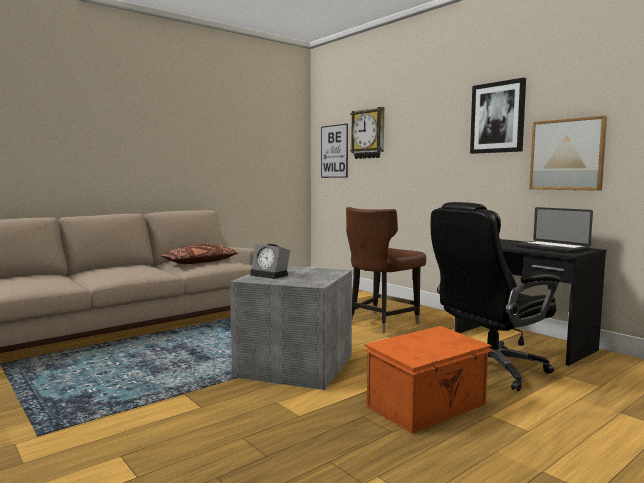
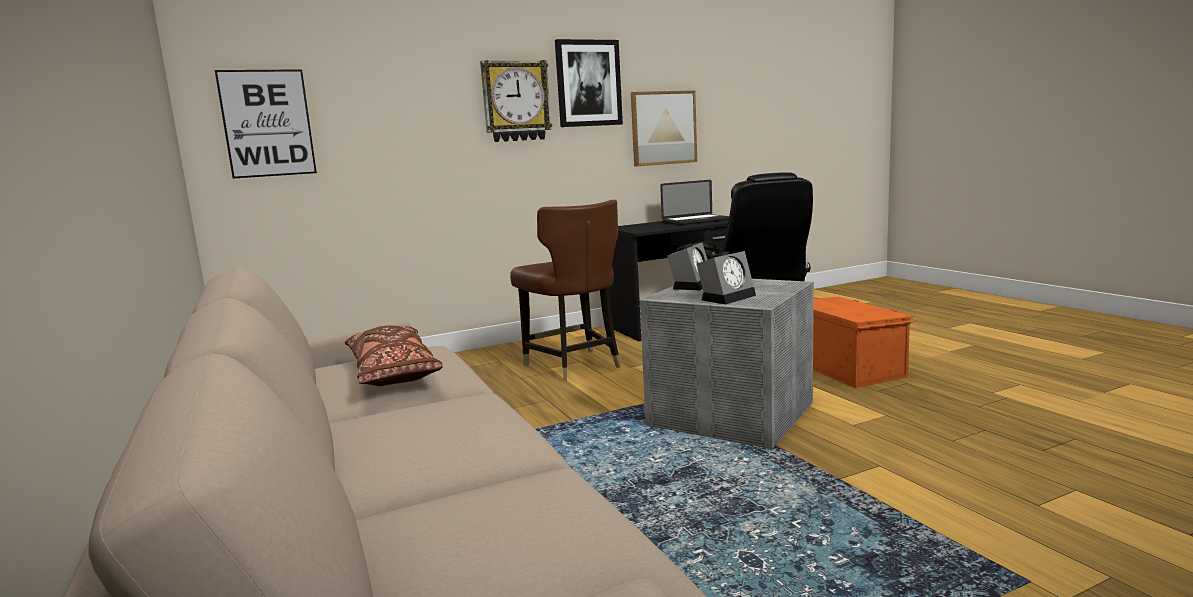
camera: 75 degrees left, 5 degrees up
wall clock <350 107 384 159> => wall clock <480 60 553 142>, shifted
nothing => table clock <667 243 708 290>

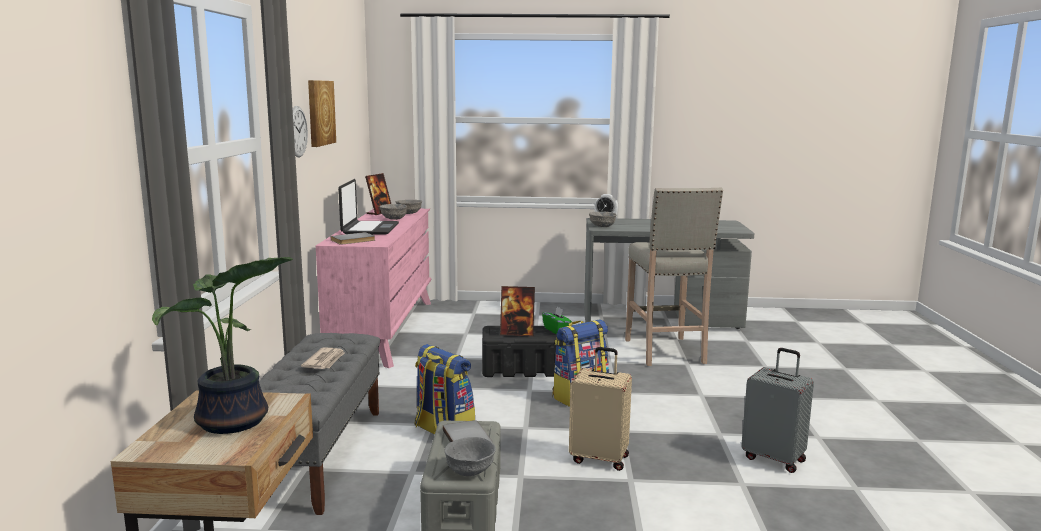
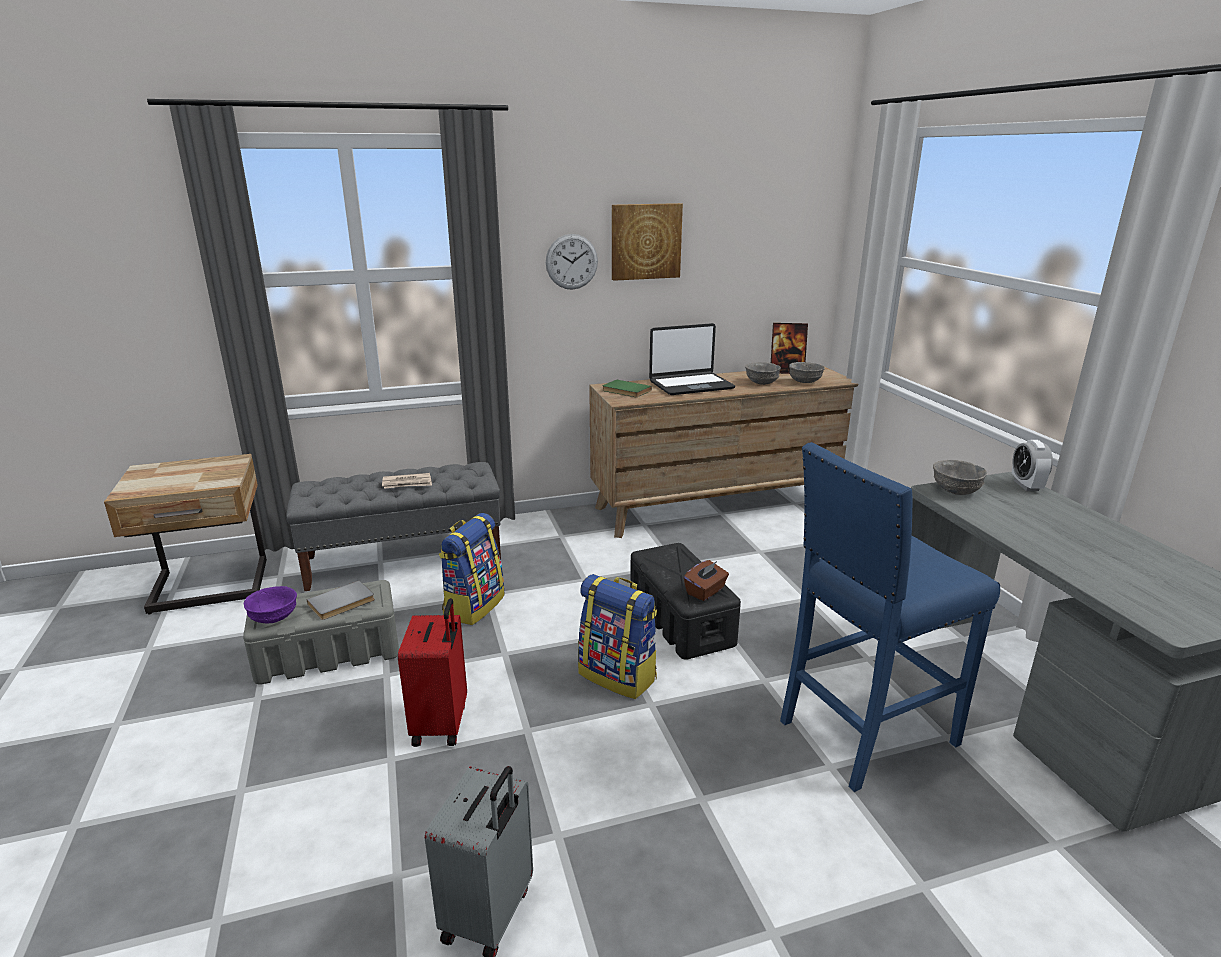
camera: 70 degrees right, 10 degrees up
houseplant <152 257 293 434> => nothing
pinkish dresser <316 208 432 368> => brownish dresser <589 367 858 538>
greyish bound book <331 232 375 245> => greenish bound book <602 380 652 397>
greyish deep dish <445 437 496 476> => purple-coloured deep dish <244 586 297 623>
photo frame <500 286 535 336> => nothing
greenish box of tissues <542 306 572 334> => brownish box of tissues <684 560 729 601>
beige piece of luggage <569 347 632 471> => reddish piece of luggage <398 598 467 747>
beige sitting stool <625 188 723 366> => blue-coloured sitting stool <780 442 1000 792>

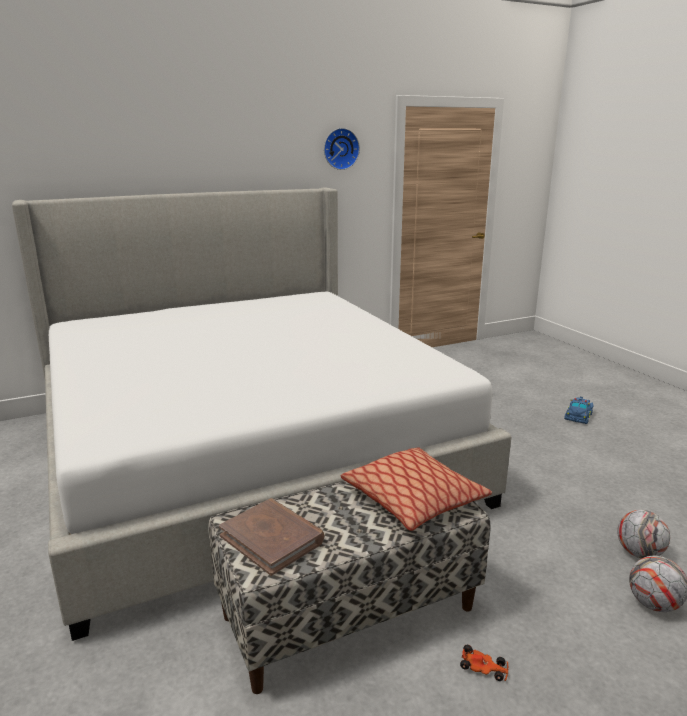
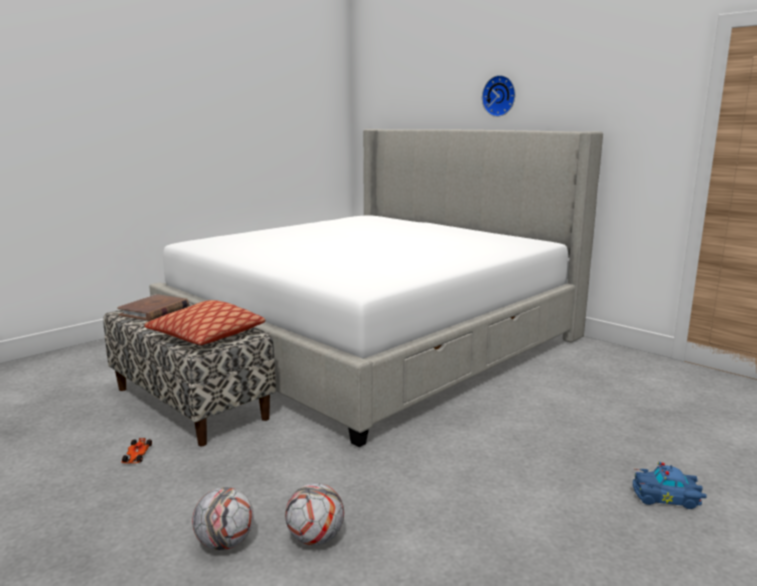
camera: 70 degrees right, 5 degrees down
wall clock <324 128 360 170> => wall clock <482 75 516 117>, shifted

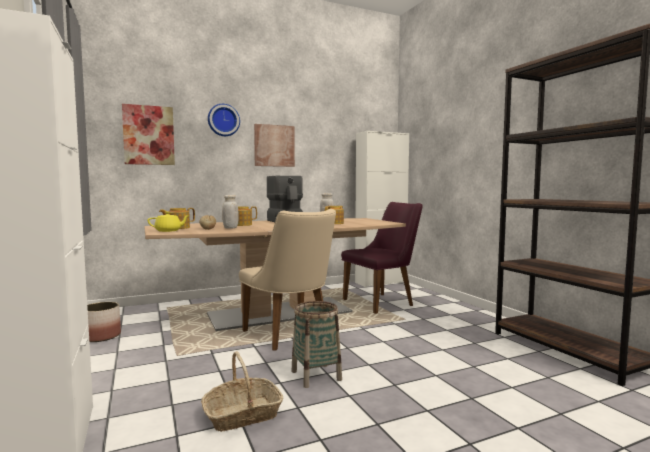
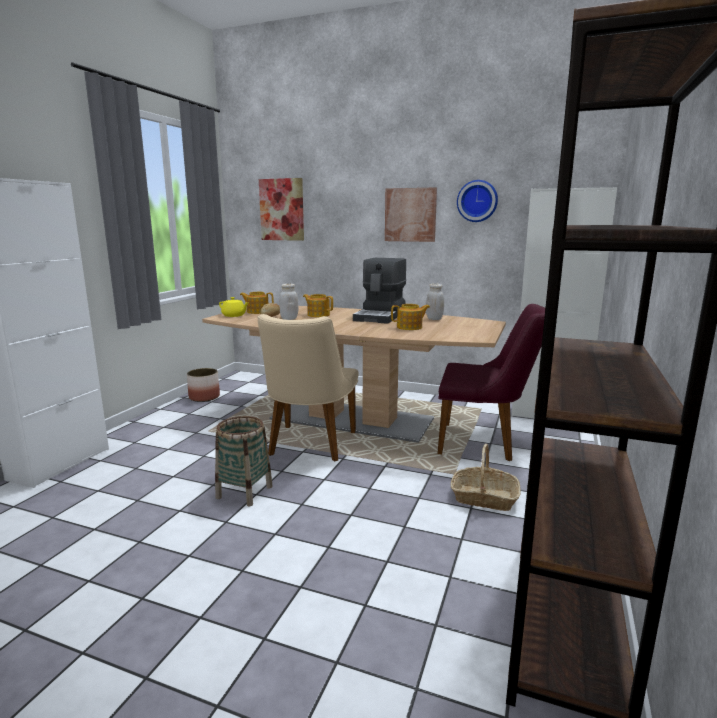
camera: 45 degrees right, 10 degrees up
basket <201 351 283 432> => basket <451 444 521 511>, shifted
wall clock <208 104 240 136> => wall clock <457 180 498 222>, shifted

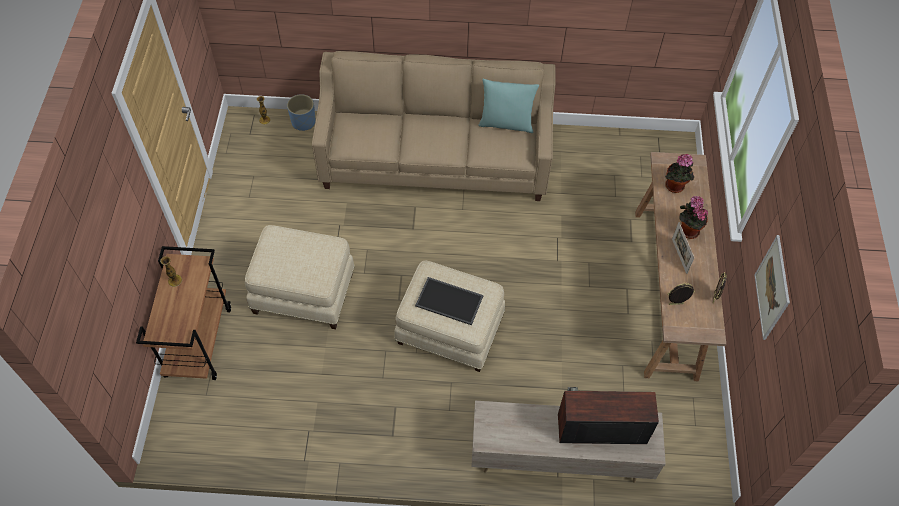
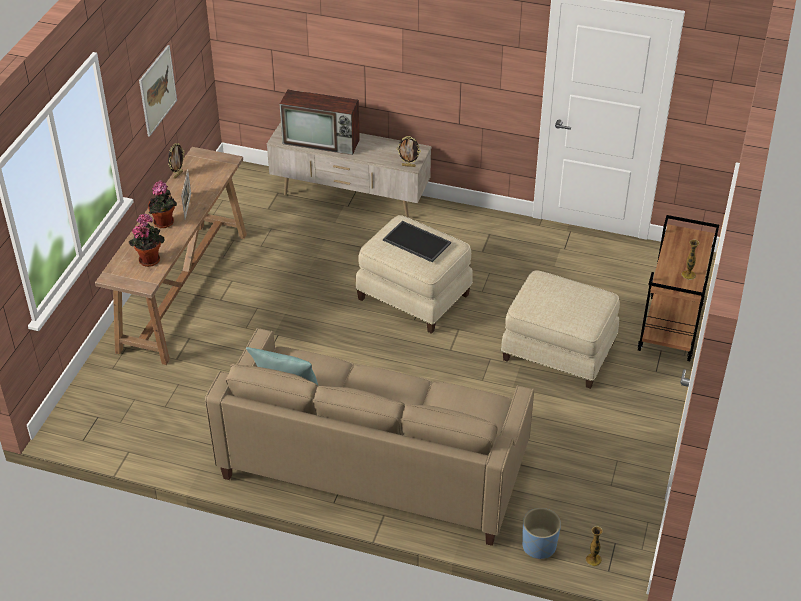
camera: 165 degrees left, 15 degrees down
photo frame <667 283 694 305> => photo frame <397 136 421 167>, shifted

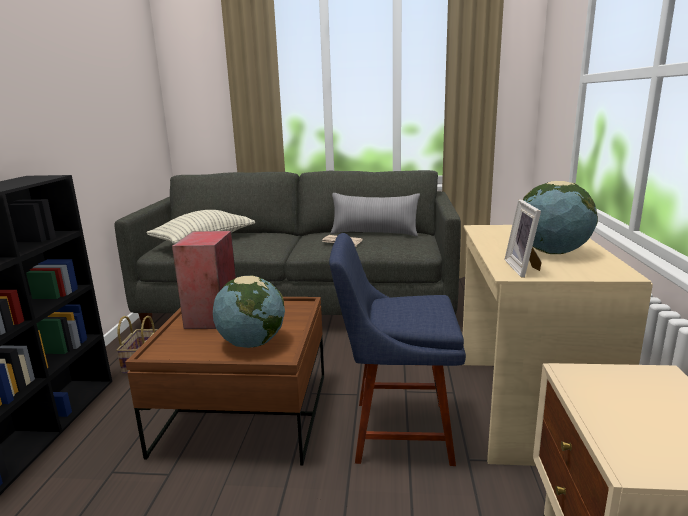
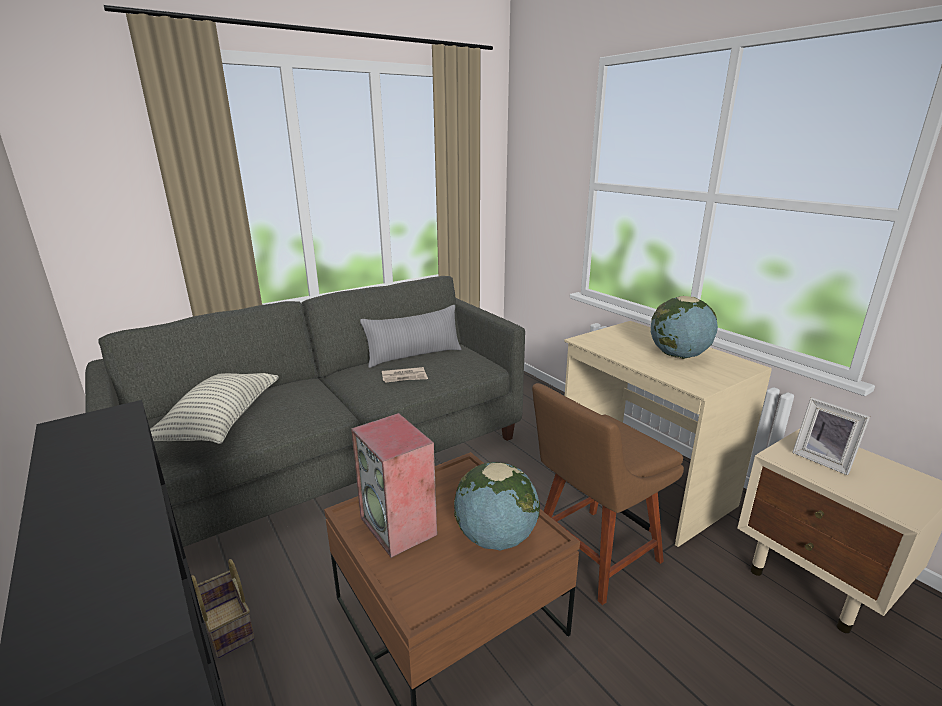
camera: 40 degrees left, 5 degrees up
blue-coloured upright chair <329 233 466 466> => brownish upright chair <532 383 684 605>
photo frame <504 199 542 278> => photo frame <792 397 870 475>, shifted

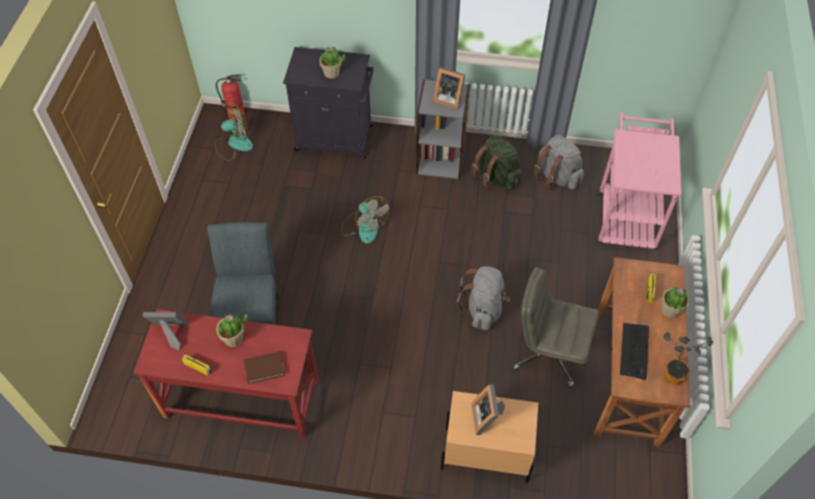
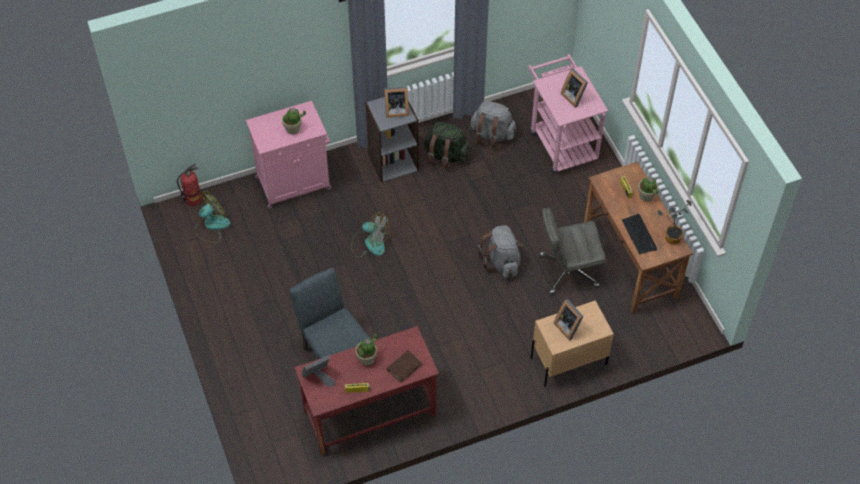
camera: 30 degrees left, 0 degrees up
black cabinet <283 47 374 159> => pinkish cabinet <246 101 332 208>
nothing => photo frame <561 69 588 108>

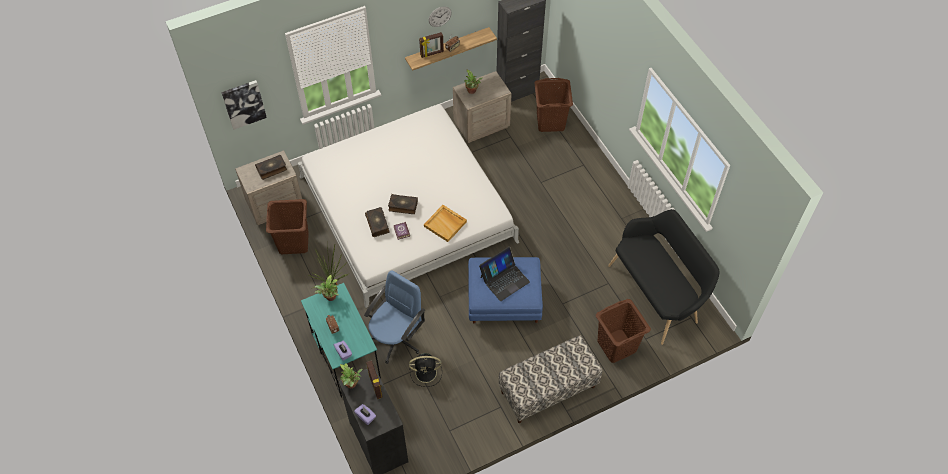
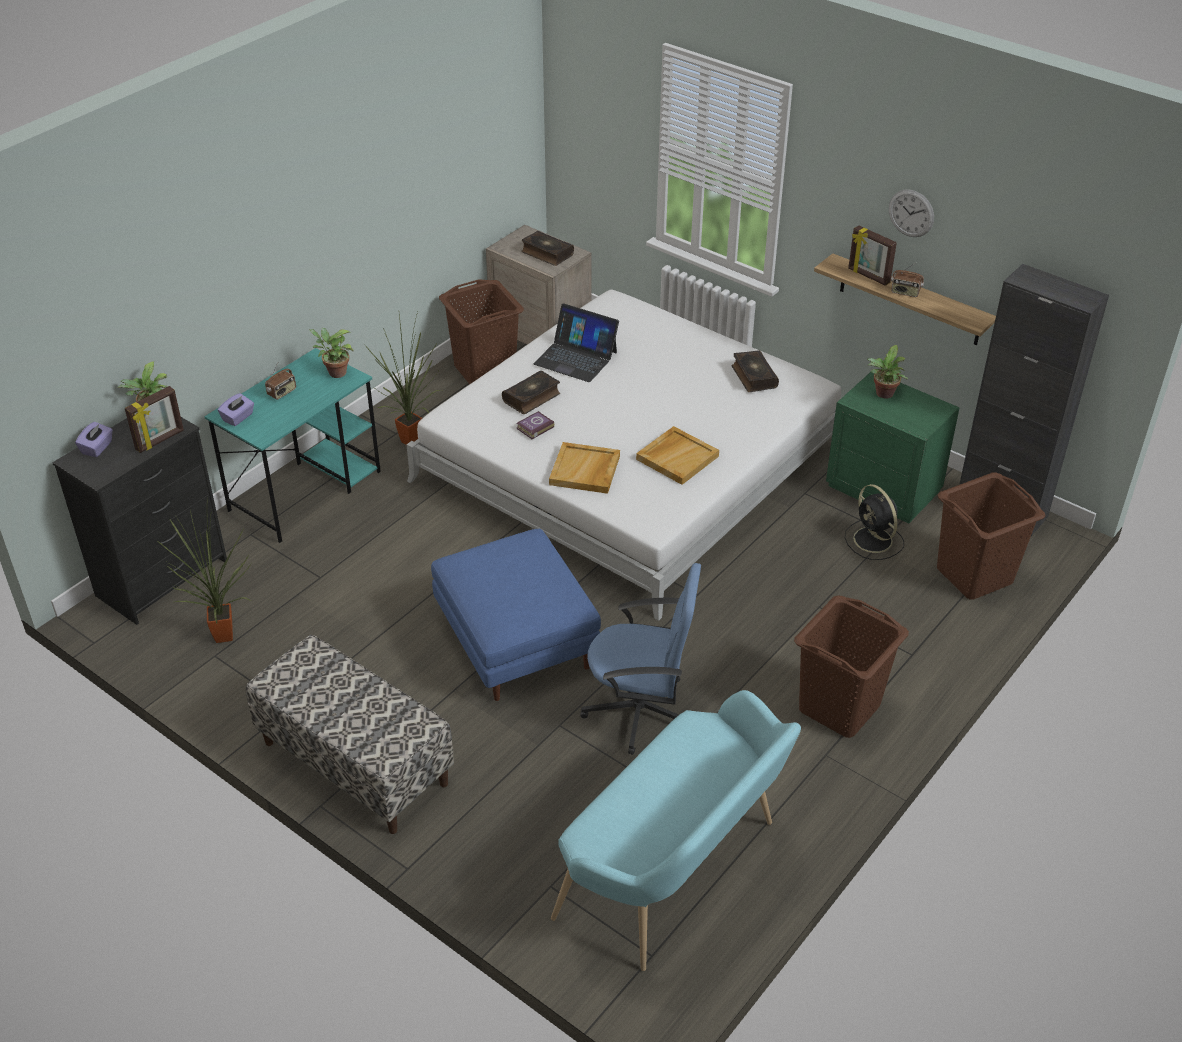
camera: 65 degrees right, 15 degrees down
wall art <221 80 267 130> => nothing
blue-coloured desk chair <364 271 425 364> => blue-coloured desk chair <580 563 701 755>, shifted
bound book <388 194 418 214> => bound book <732 350 779 392>, shifted
black fan <409 353 442 387> => black fan <845 484 904 560>, shifted
beige nightstand <453 71 512 143> => greenish nightstand <826 372 960 524>
laptop <479 247 530 301> => laptop <534 303 619 382>, shifted
brownish washing basket <596 299 651 363> => brownish washing basket <794 595 909 738>, shifted
black bench <608 209 719 345> => blue-green bench <551 690 801 971>
nothing => houseplant <158 498 252 643>
nothing => beige serving tray <636 426 719 485>

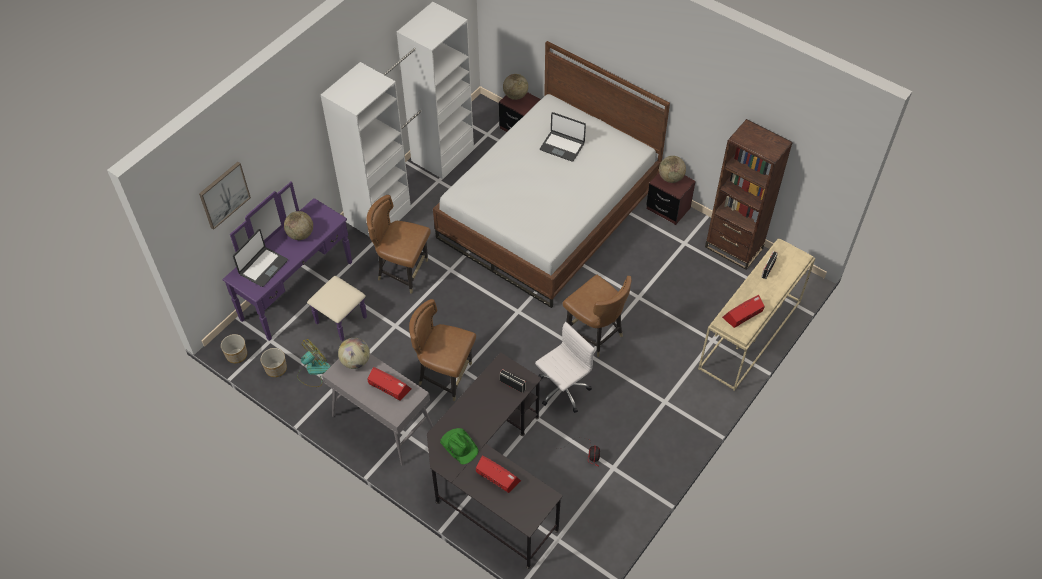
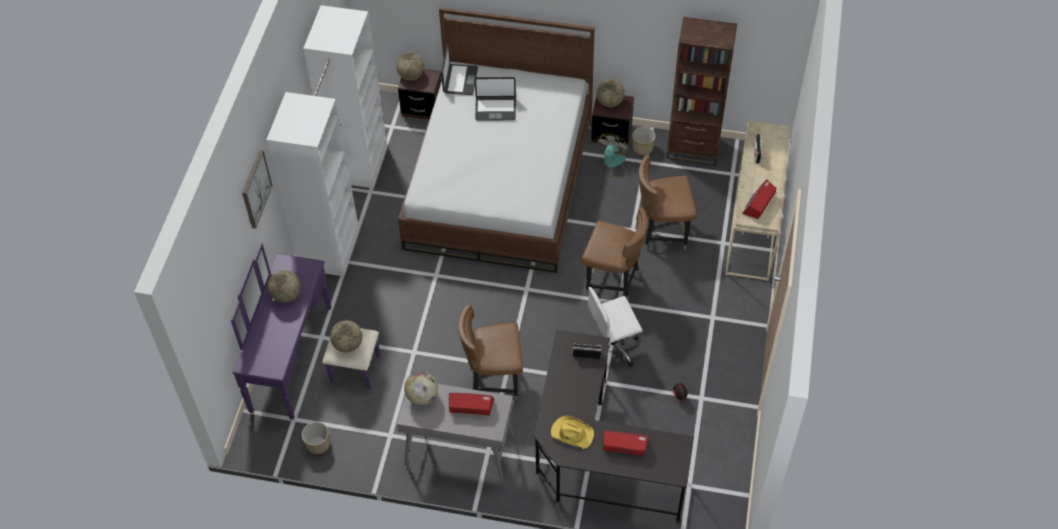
camera: 25 degrees left, 0 degrees up
wall art <199 162 251 230> => wall art <242 150 273 229>, shifted
plant pot <221 334 247 363> => plant pot <632 127 656 155>, shifted
laptop <233 229 288 287> => laptop <441 44 478 95>, shifted
fan <297 339 330 387> => fan <597 133 628 178>, shifted
brownish upright chair <367 195 431 294> => brownish upright chair <639 156 697 250>, shifted
greenish hat <440 428 478 464> => yellow-coloured hat <551 416 594 449>
whitish desk chair <535 322 595 413> => whitish desk chair <588 287 643 367>, 135 degrees counterclockwise
nothing => world globe <330 320 363 353>

